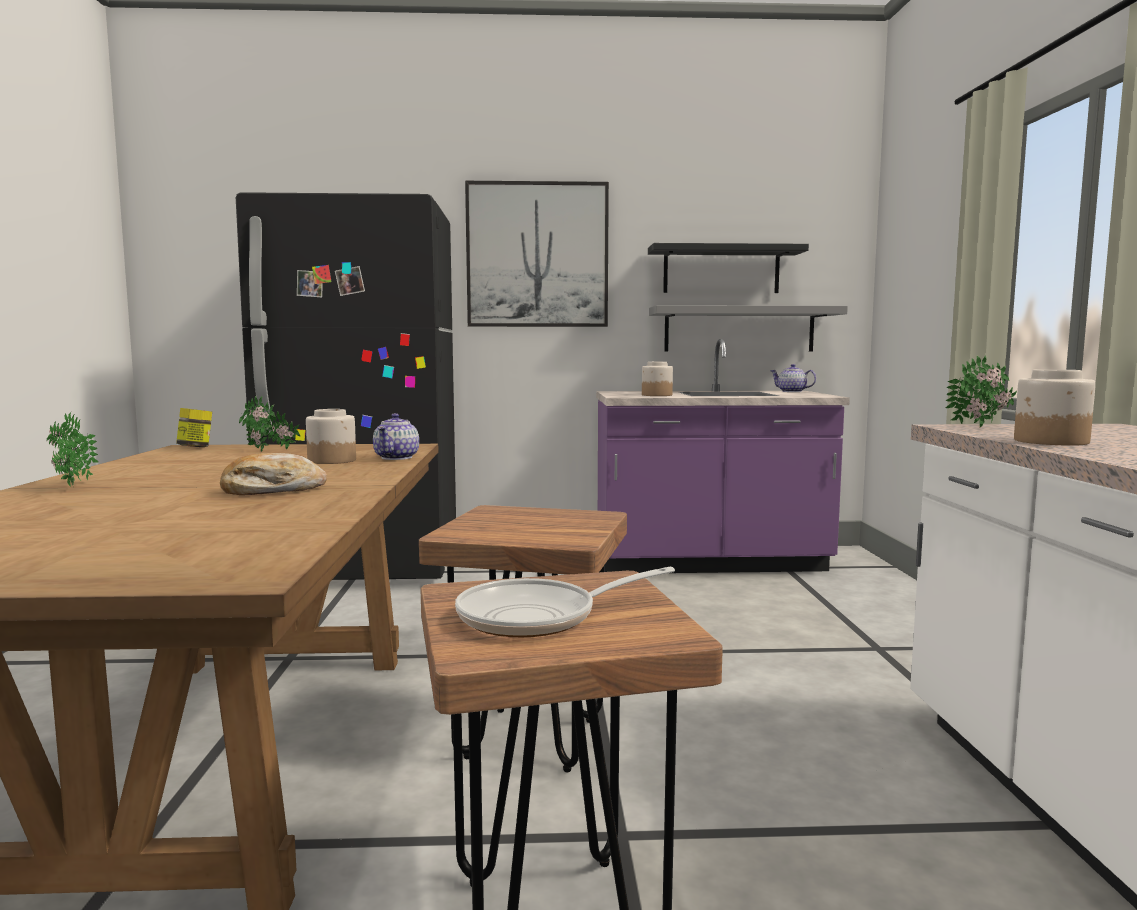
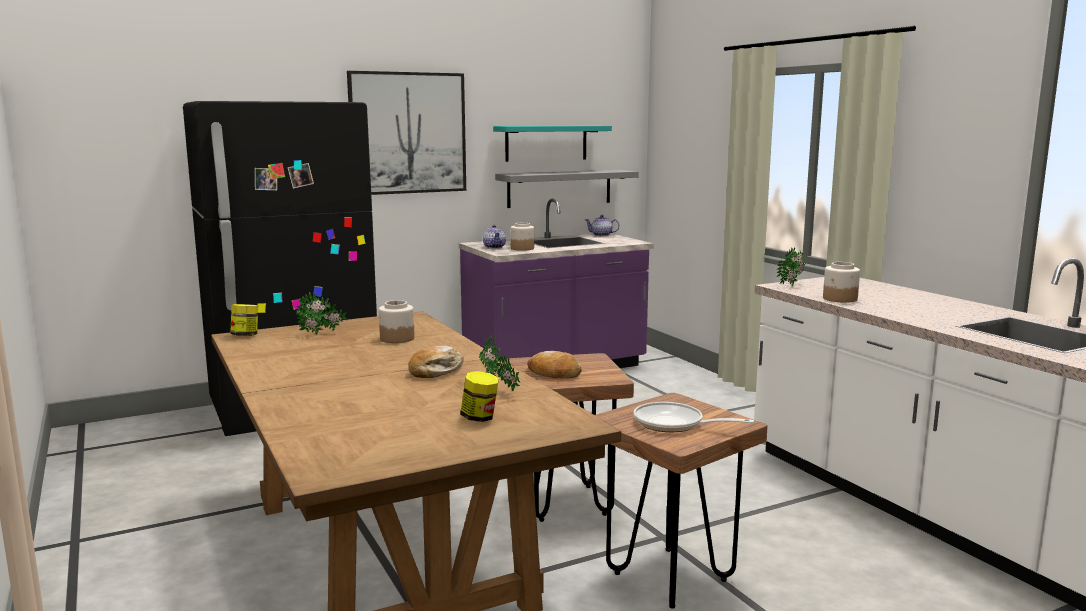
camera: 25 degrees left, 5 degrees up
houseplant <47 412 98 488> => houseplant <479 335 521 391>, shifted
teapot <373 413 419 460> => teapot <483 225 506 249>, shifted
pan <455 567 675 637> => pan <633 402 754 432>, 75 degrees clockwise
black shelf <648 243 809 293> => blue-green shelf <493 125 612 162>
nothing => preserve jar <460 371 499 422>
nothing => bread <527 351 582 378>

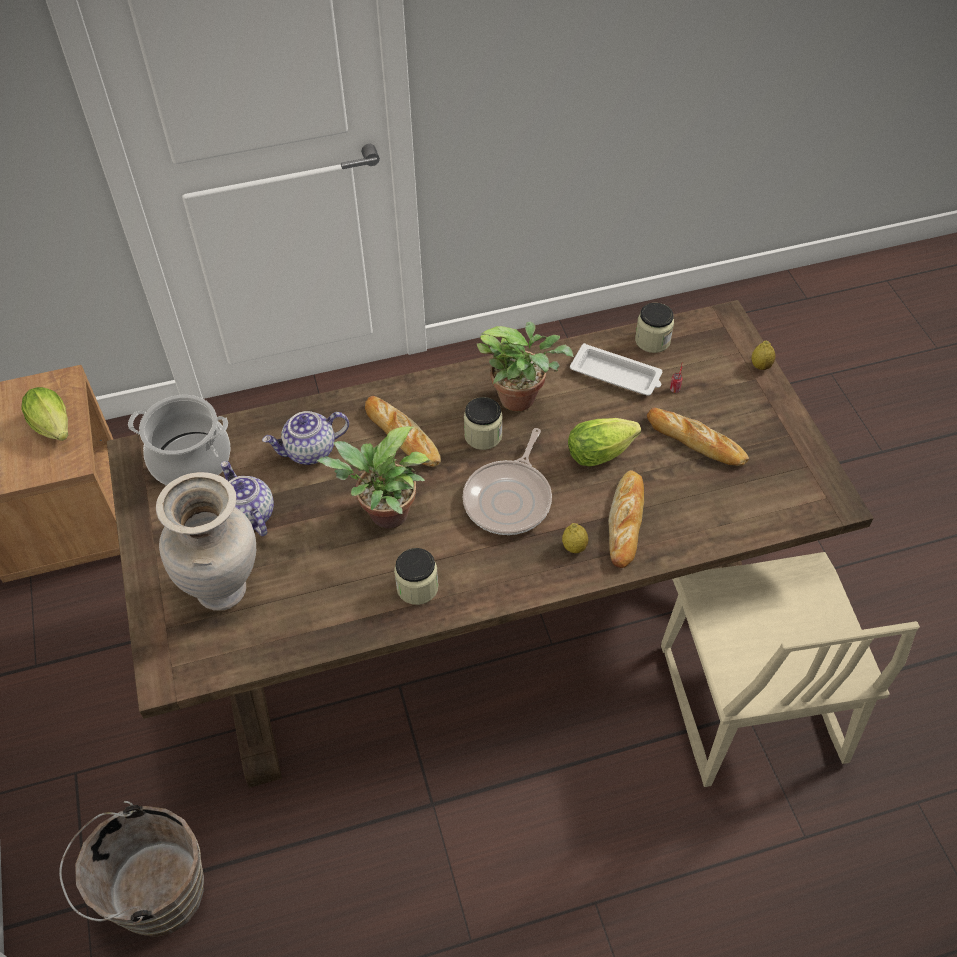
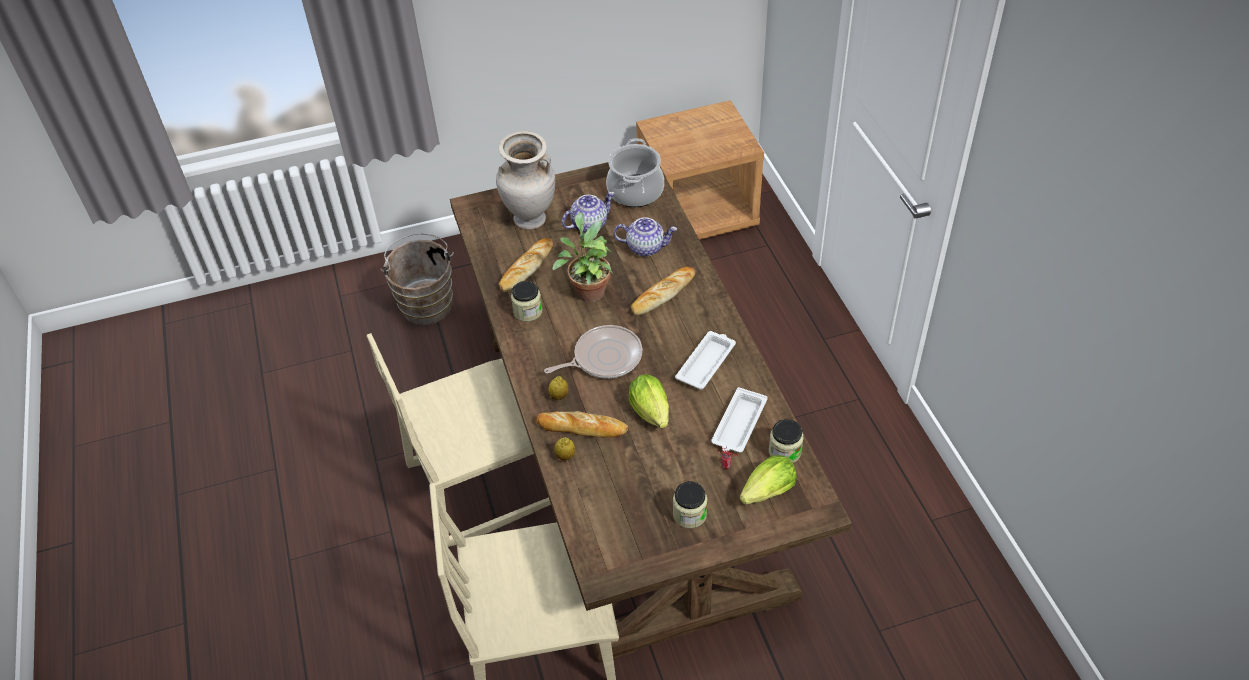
camera: 90 degrees right, 5 degrees down
lettuce head <21 387 68 441> => lettuce head <740 455 797 504>, shifted
teapot <262 411 349 465> => teapot <614 217 677 256>, 120 degrees clockwise
pan <463 428 552 535> => pan <544 325 642 378>, 135 degrees clockwise
preserve jar <464 397 503 450> => preserve jar <673 481 707 528>, shifted
houseplant <477 321 574 412> => whitish serving tray <675 331 736 390>
bread <647 407 749 466> => bread <499 238 554 292>, shifted
whole lemon <752 341 775 370> => whole lemon <554 437 575 460>, shifted
nothing => beige upright chair <367 333 551 547>

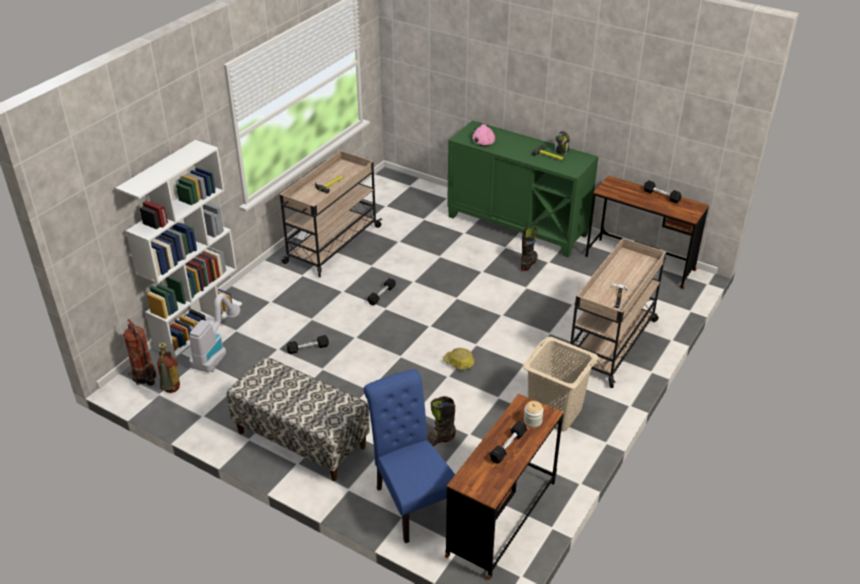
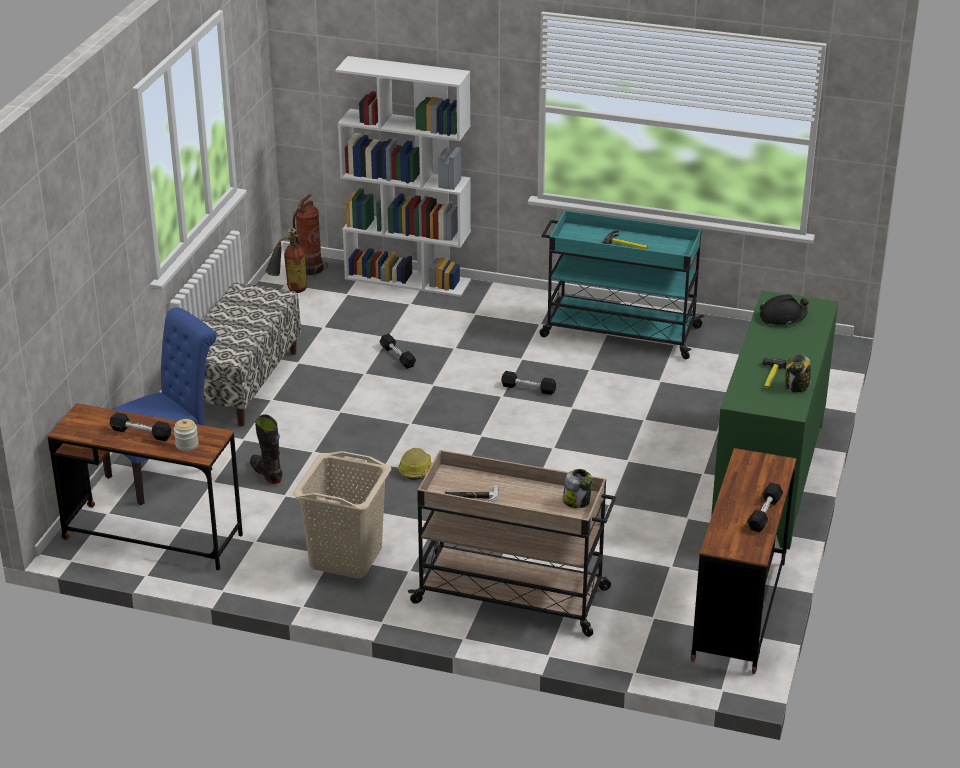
camera: 75 degrees right, 5 degrees down
hoover <189 293 240 372> => nothing
beige trolley <280 151 382 277> => blue-green trolley <539 210 705 359>
pinkish work helmet <472 123 496 147> => black work helmet <760 294 809 326>
black boot <521 227 538 271> => nothing
nothing => preserve jar <563 469 592 508>

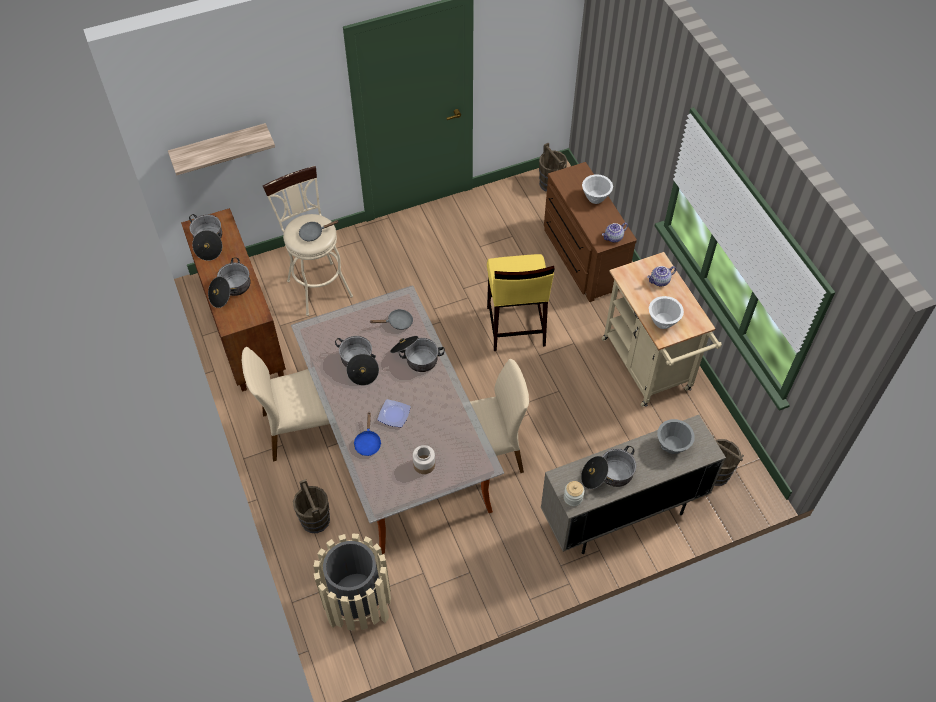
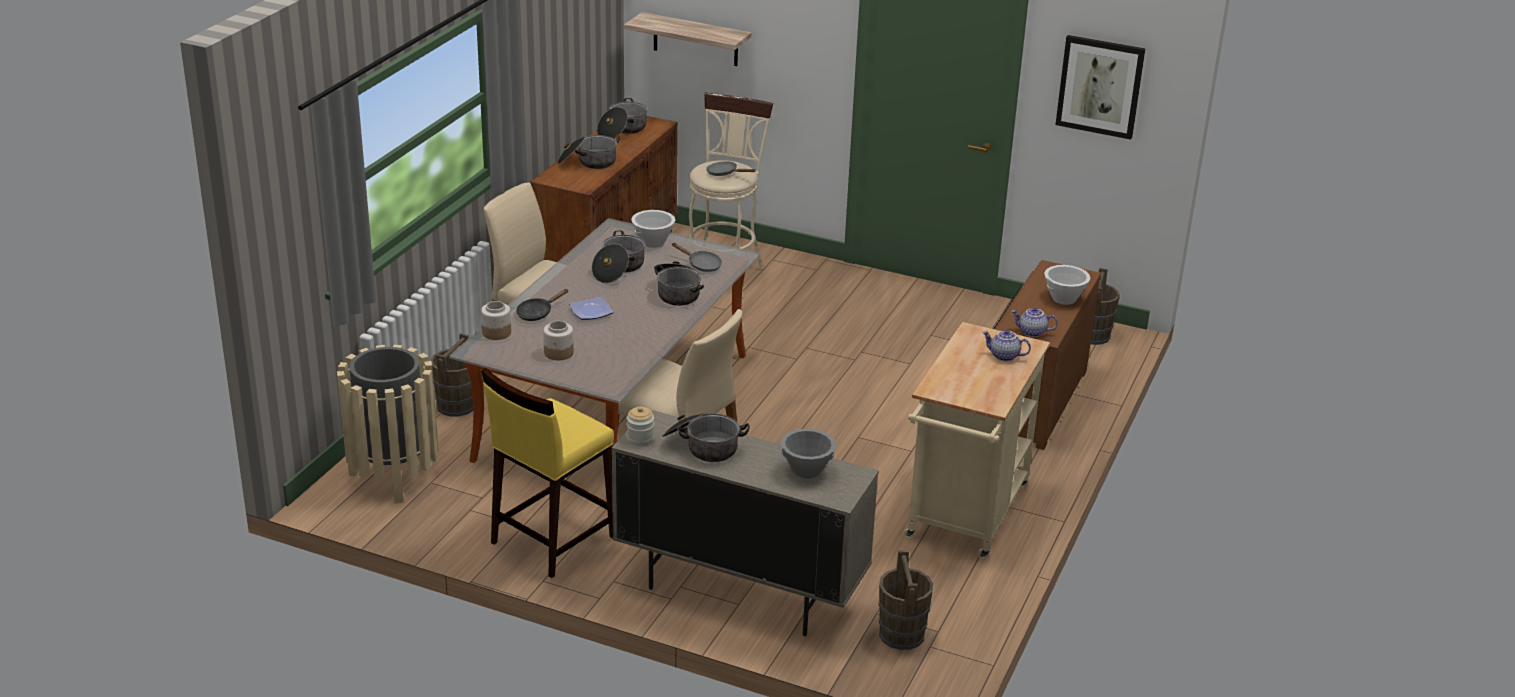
camera: 45 degrees right, 25 degrees down
blue-coloured pan <354 413 381 456> => black pan <516 289 569 321>
yellow-coloured sitting stool <487 254 555 351> => yellow-coloured sitting stool <481 368 614 578>, shifted
whitish deep dish <649 296 684 329> => whitish deep dish <631 210 675 248>, shifted
nothing => preserve jar <481 301 511 340>
nothing => wall art <1055 35 1146 140>

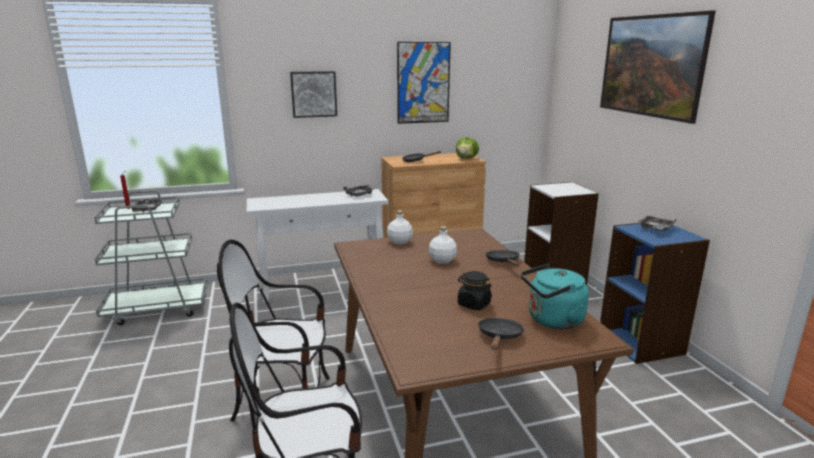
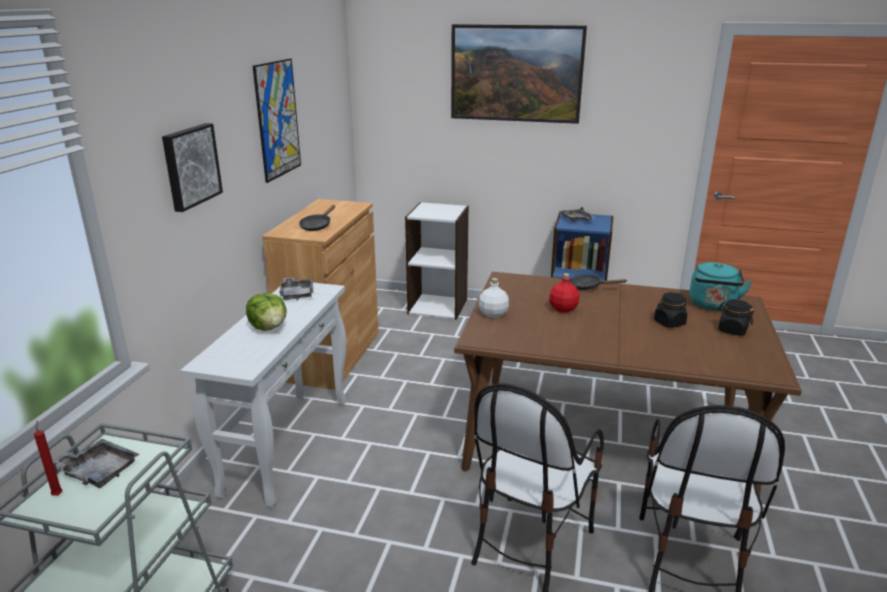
camera: 60 degrees left, 5 degrees up
whitish drink bottle <429 226 457 264> => reddish drink bottle <549 273 579 312>
lettuce head <456 137 479 159> => lettuce head <246 293 287 331>, shifted
black pan <478 318 525 350> => black preserve jar <718 299 754 336>

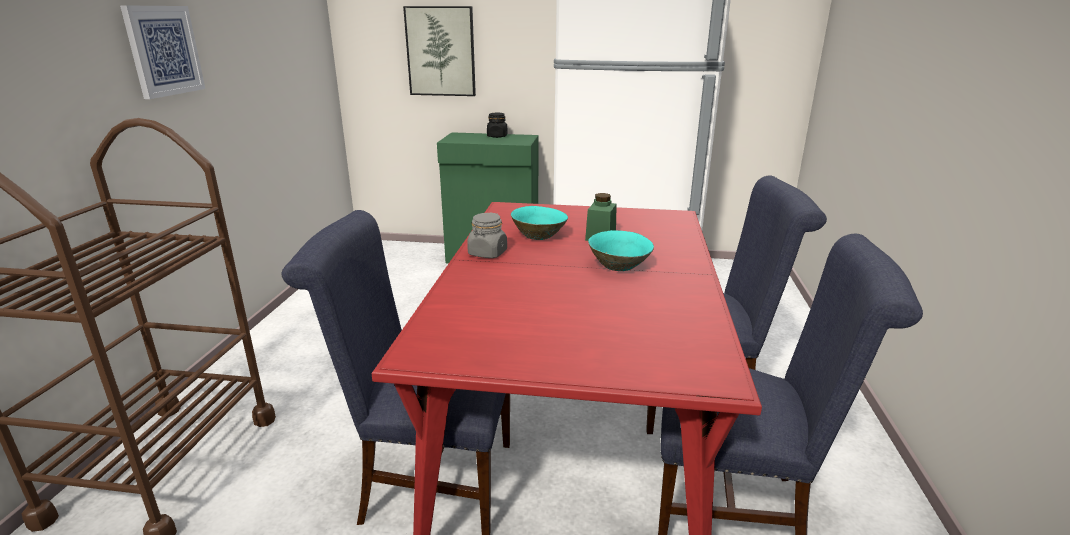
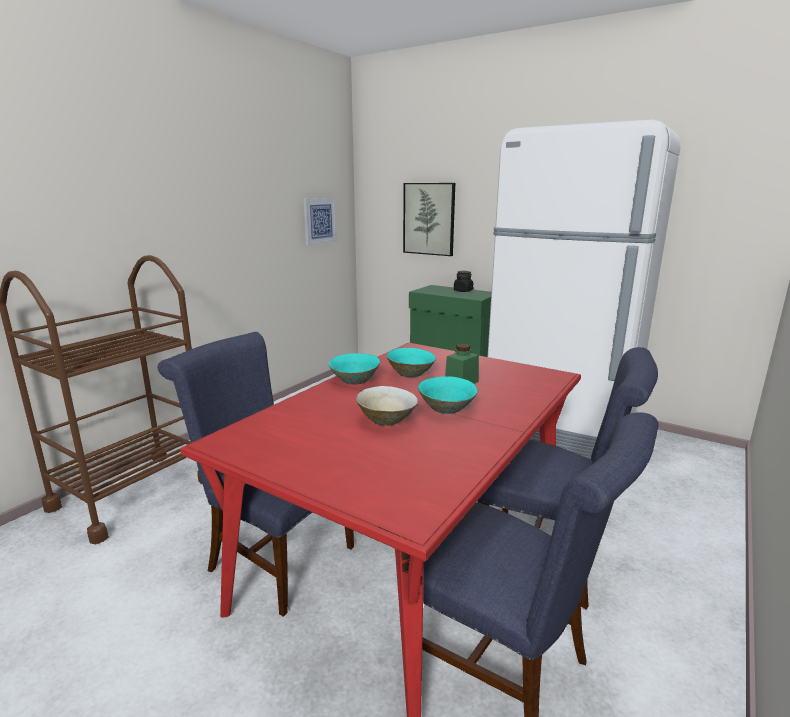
camera: 25 degrees right, 5 degrees down
wall art <120 5 205 99> => wall art <303 198 337 245>, shifted
greyish preserve jar <467 213 507 258> => blue-green deep dish <329 353 380 384>
nothing => beige deep dish <356 386 418 426>

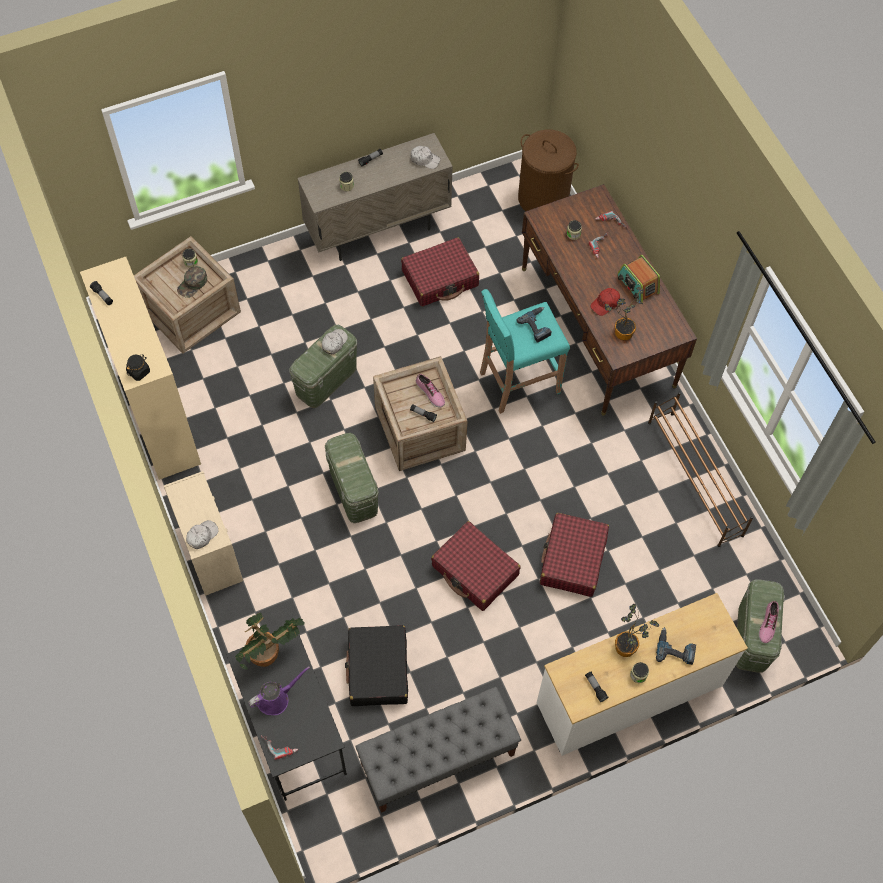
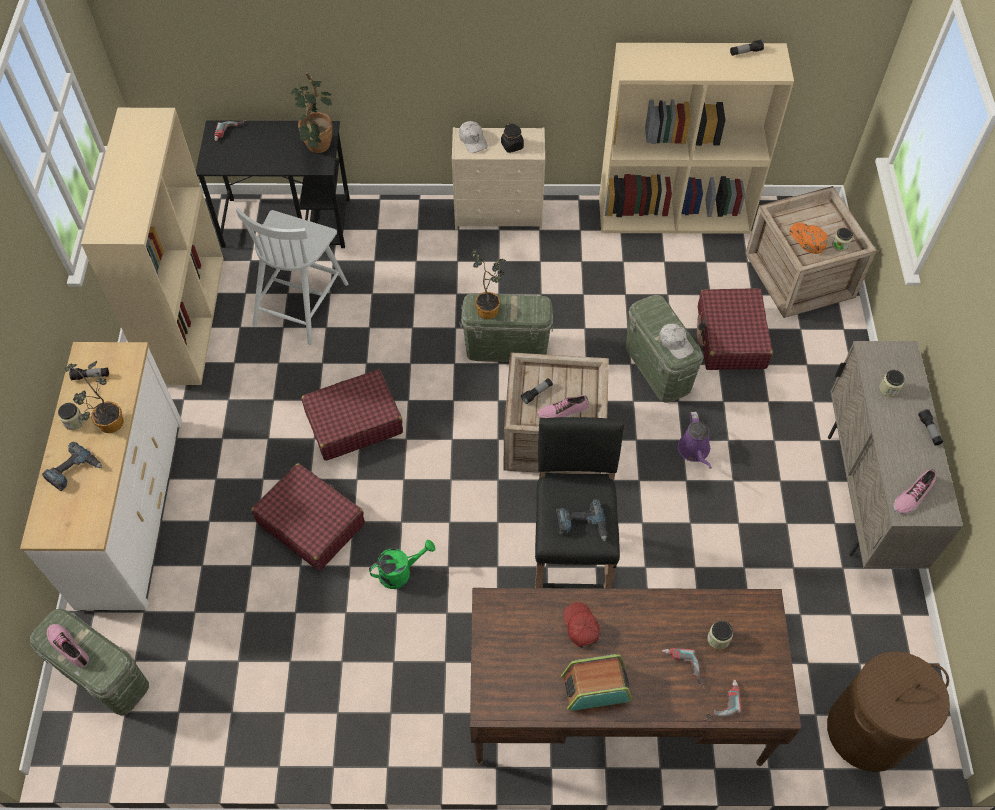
camera: 115 degrees right, 5 degrees down
black preserve jar <126 354 150 381> => black preserve jar <501 123 524 153>, shifted
greenish cap <177 266 207 298> => orange cap <790 222 828 254>
purple-coloured sprinkling can <248 666 310 715> => purple-coloured sprinkling can <678 412 712 469>, shifted
black piece of luggage <345 625 408 706> => whitish upright chair <236 208 348 345>
greyish bench <355 687 521 813> => beige bookshelf <81 108 224 385>
reddish piece of luggage <401 237 479 306> => reddish piece of luggage <697 288 773 370>, shifted
whitish cap <410 146 440 169> => item of footwear <893 469 937 514>
blue-green sitting stool <480 289 570 414> => black sitting stool <535 417 624 588>
houseplant <605 287 643 340> => houseplant <471 249 506 319>, shifted
brownish shoe rack <648 392 754 547> => nothing
nothing => greenish sprinkling can <369 540 436 589>

